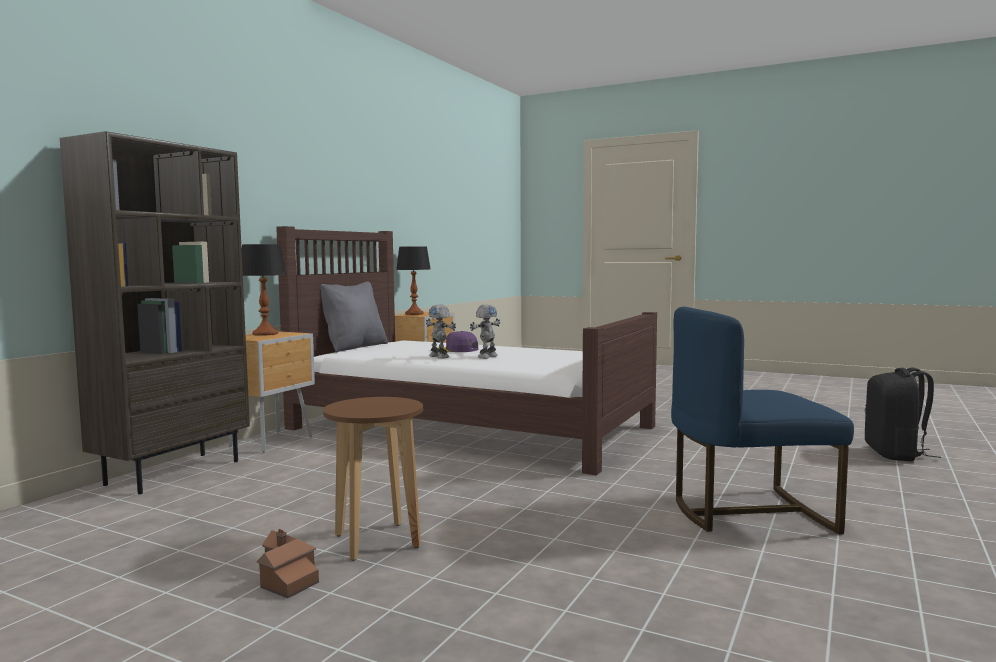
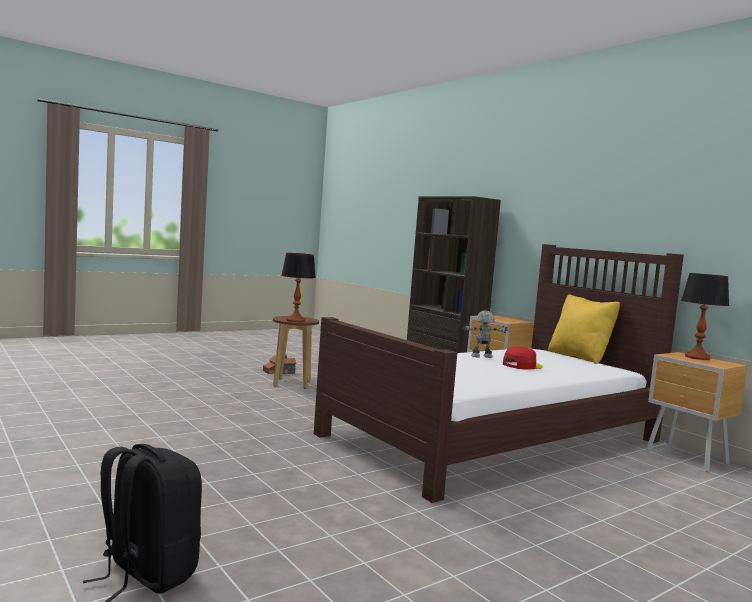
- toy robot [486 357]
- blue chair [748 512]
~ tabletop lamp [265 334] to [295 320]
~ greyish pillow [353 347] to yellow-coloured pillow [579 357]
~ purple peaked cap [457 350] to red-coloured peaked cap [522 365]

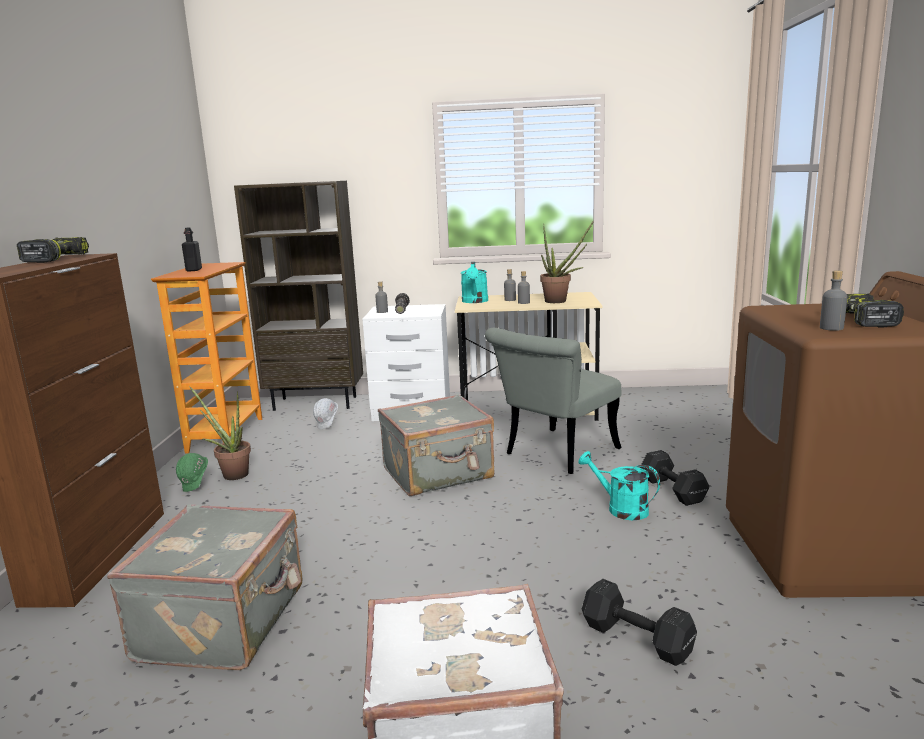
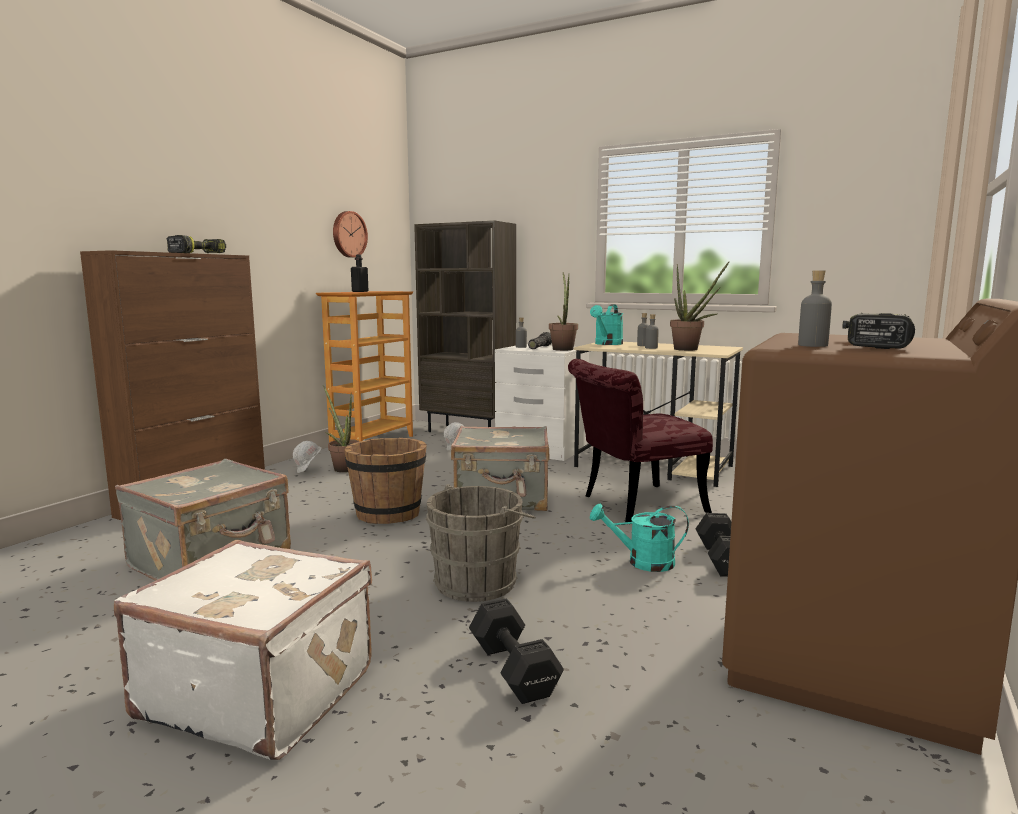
+ clock on the wall [348 234]
+ brown-coloured pail [388 514]
+ greyish pail [480 581]
+ houseplant [563 349]
~ greenish safety helmet [196 486] to white safety helmet [308 471]
~ greyish chair [554 455] to red-coloured chair [632 506]
~ turquoise watering can [620 509] = [642 562] 60 degrees counterclockwise

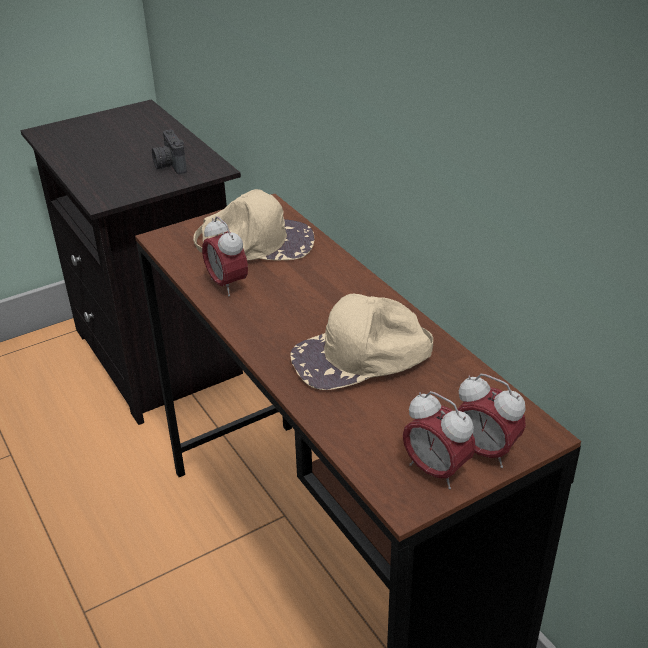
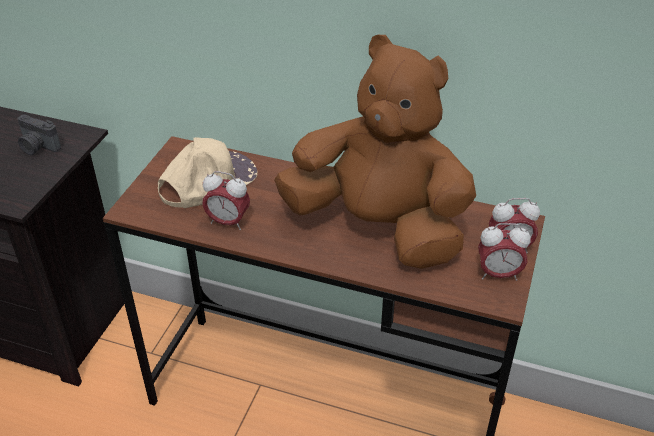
~ sand-coloured peaked cap [362 357] to brown-coloured plush toy [378 227]

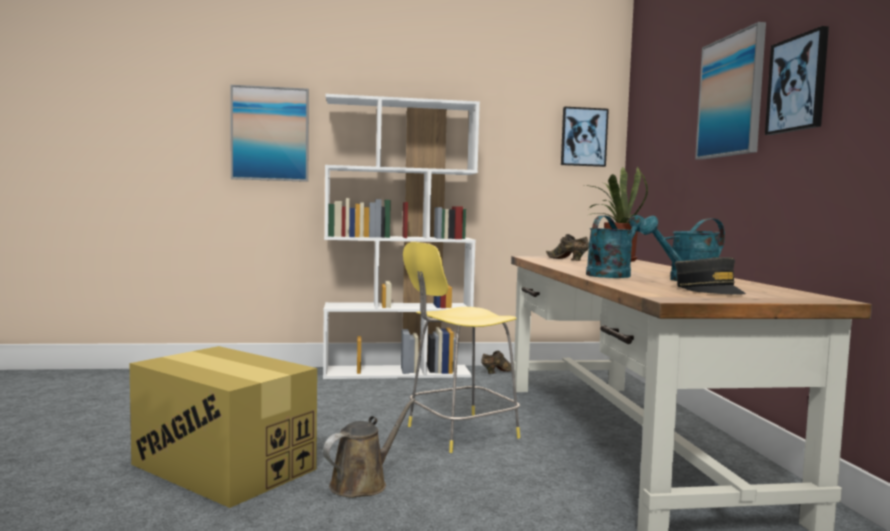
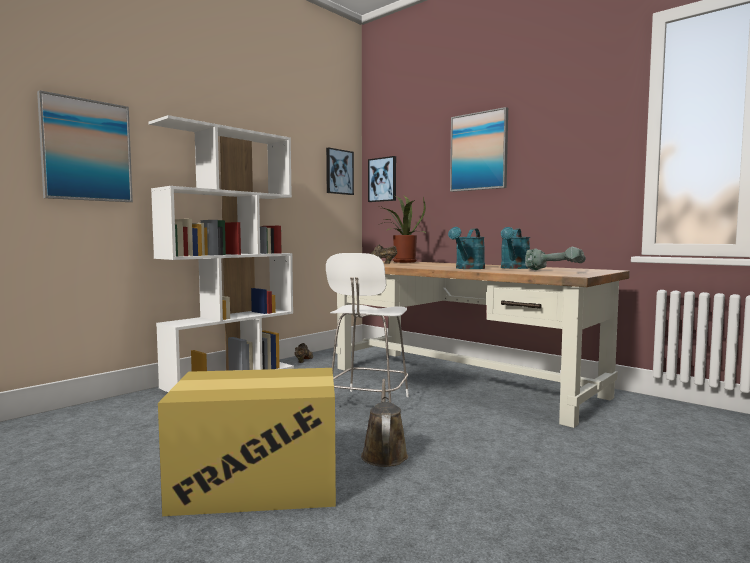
~ wall art [798 84] to [382 179]
~ greyish peaked cap [708 290] to electric drill [555 271]
~ yellow-coloured stool seat [459 432] to white stool seat [368 404]
~ turquoise watering can [612 275] = [468 268] 150 degrees counterclockwise

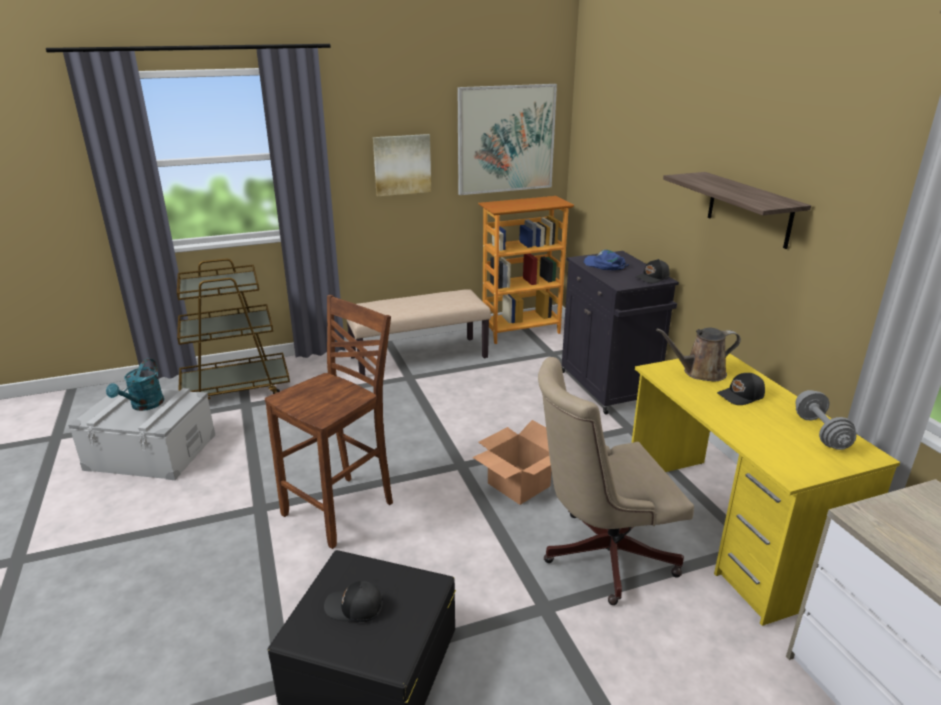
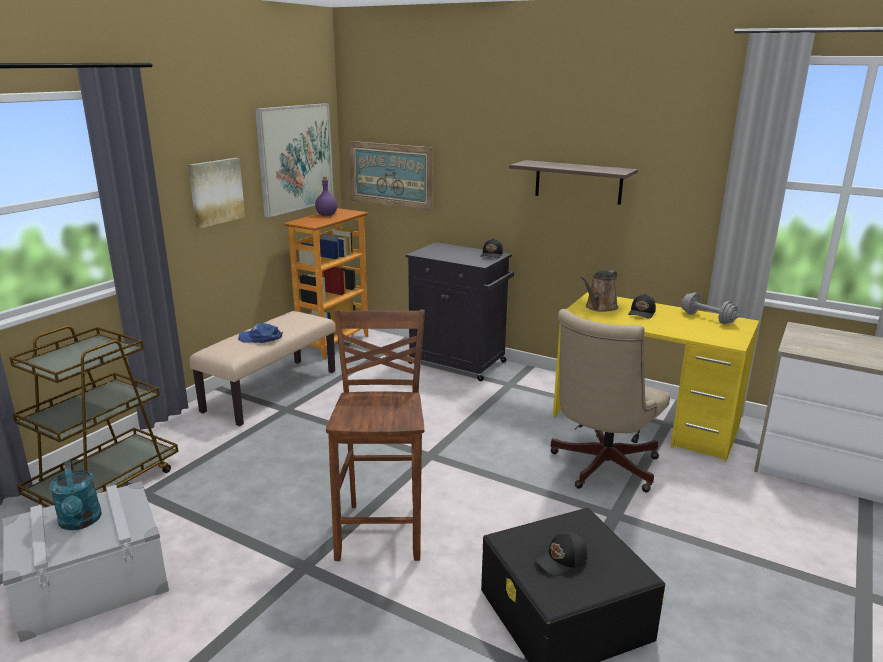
- packing box [519 485]
+ purple drink bottle [327 215]
+ wall art [390 175]
~ blue peaked cap [605 265] to [261 338]

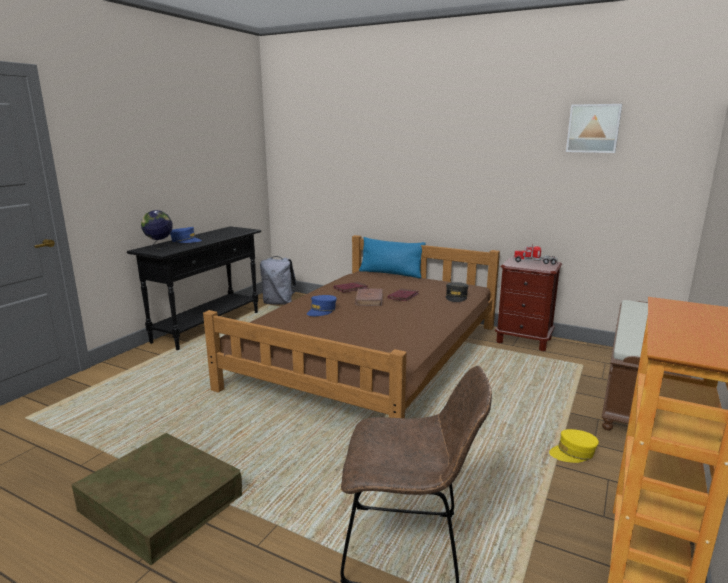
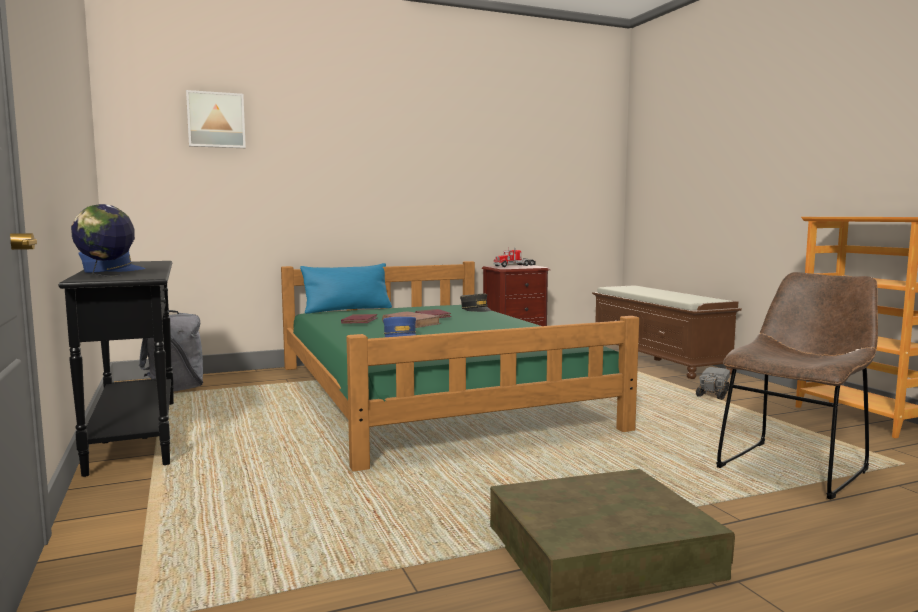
~ wall art [593 128] to [216 120]
~ yellow-coloured peaked cap [572 453] to toy lorry [713 393]
~ brown-coloured sleeping bed [371 355] to greenish sleeping bed [431 394]

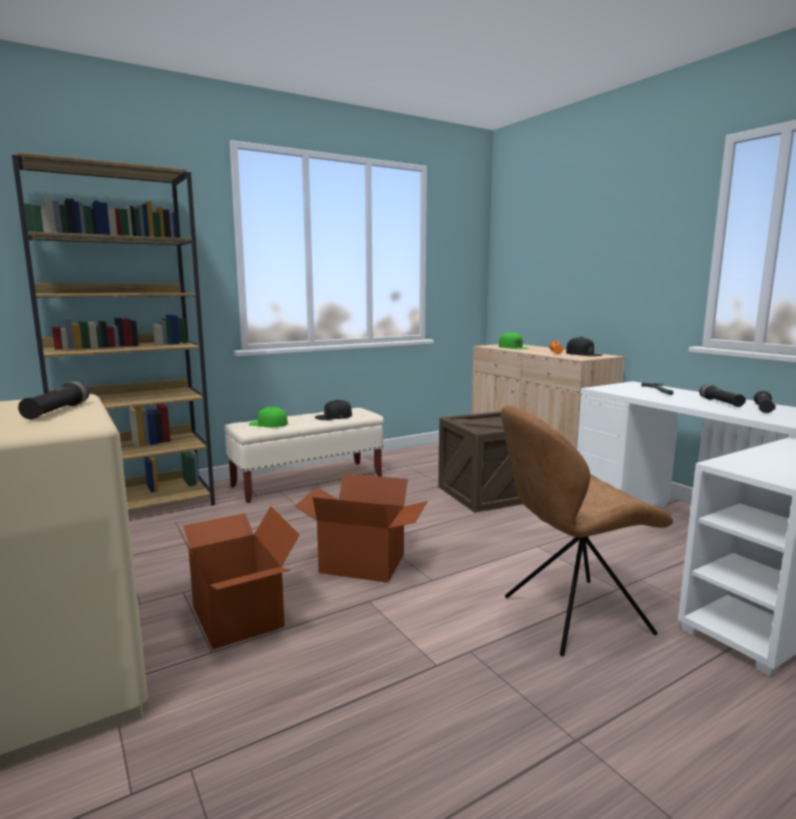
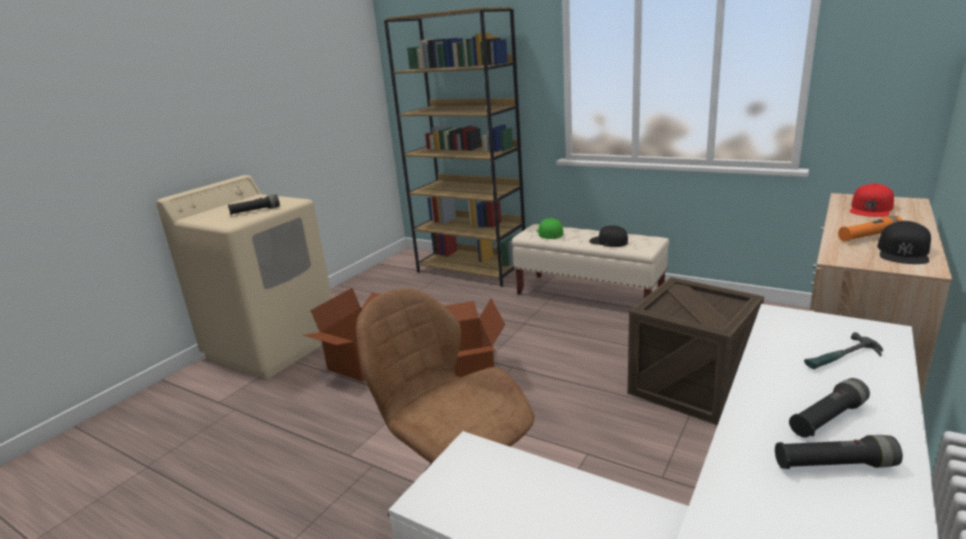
~ greenish peaked cap [513 347] to red-coloured peaked cap [871 208]

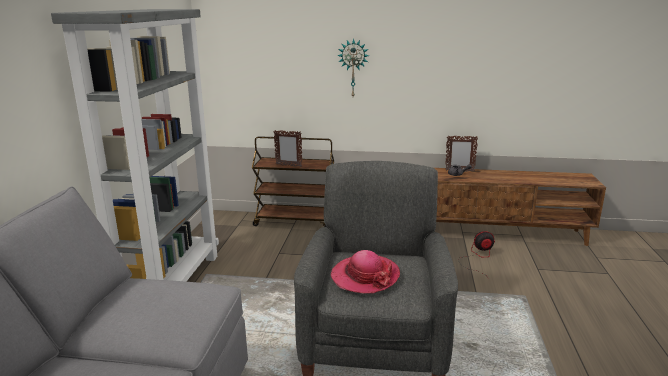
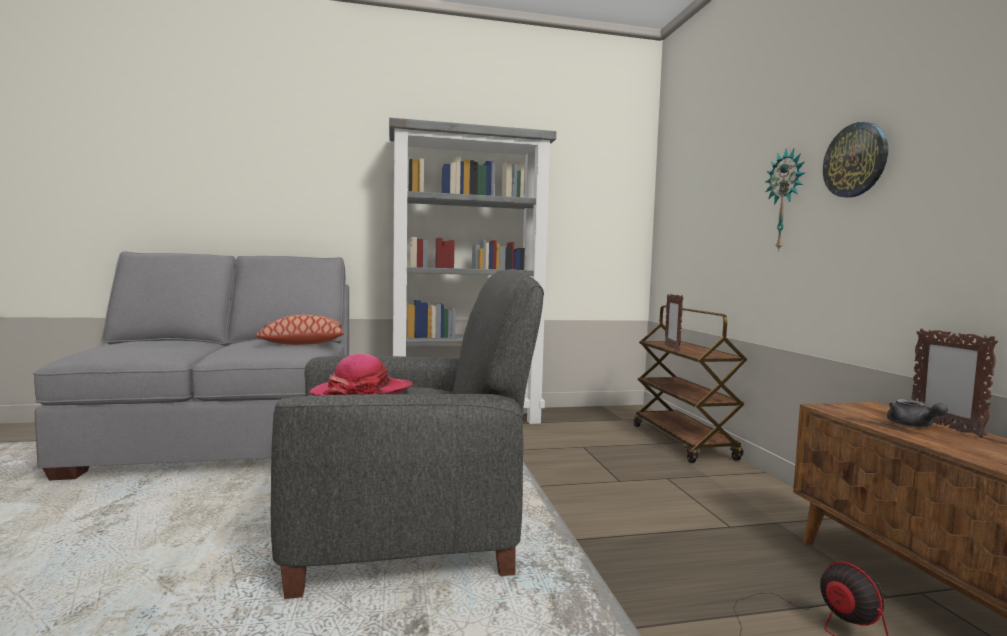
+ pillow [302 342]
+ clock on the wall [855 160]

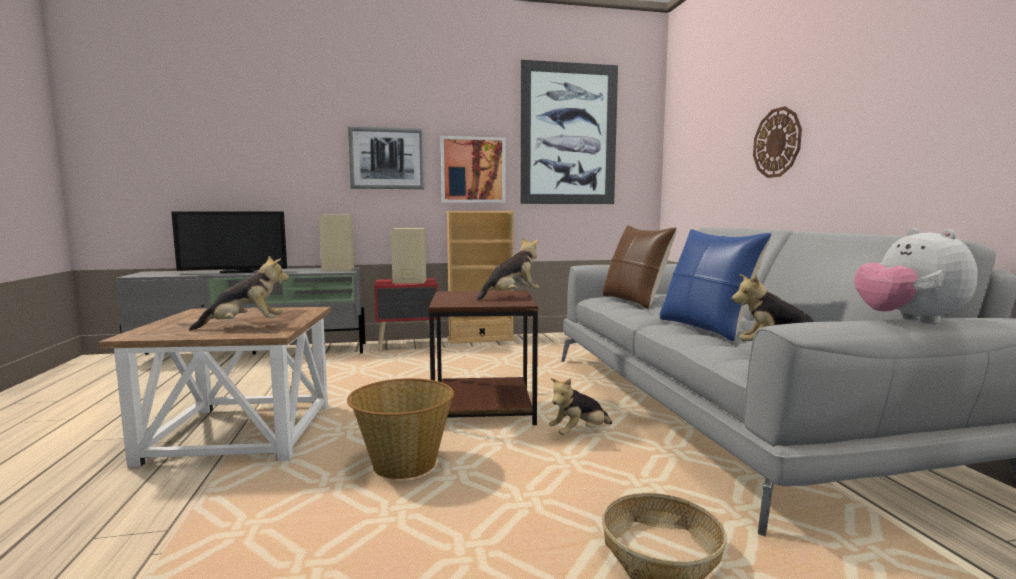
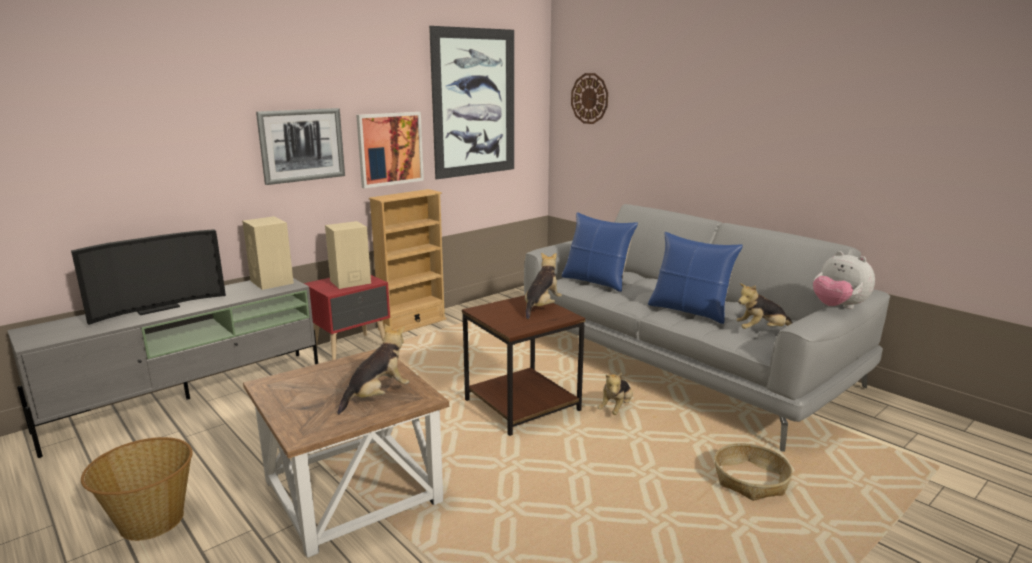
~ household basket [403 464] to [150 521]
~ clock on the wall [777 143] to [589 98]
~ brown-coloured pillow [634 301] to blue pillow [596 282]

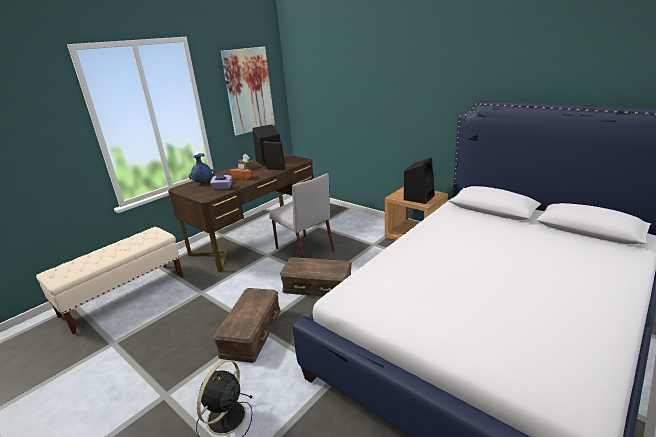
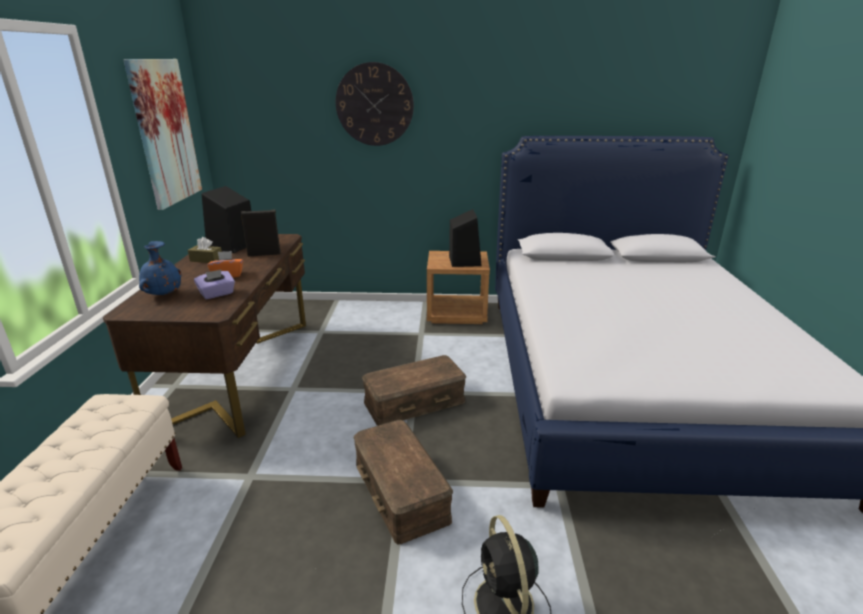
- greyish chair [304 250]
+ clock on the wall [374 105]

